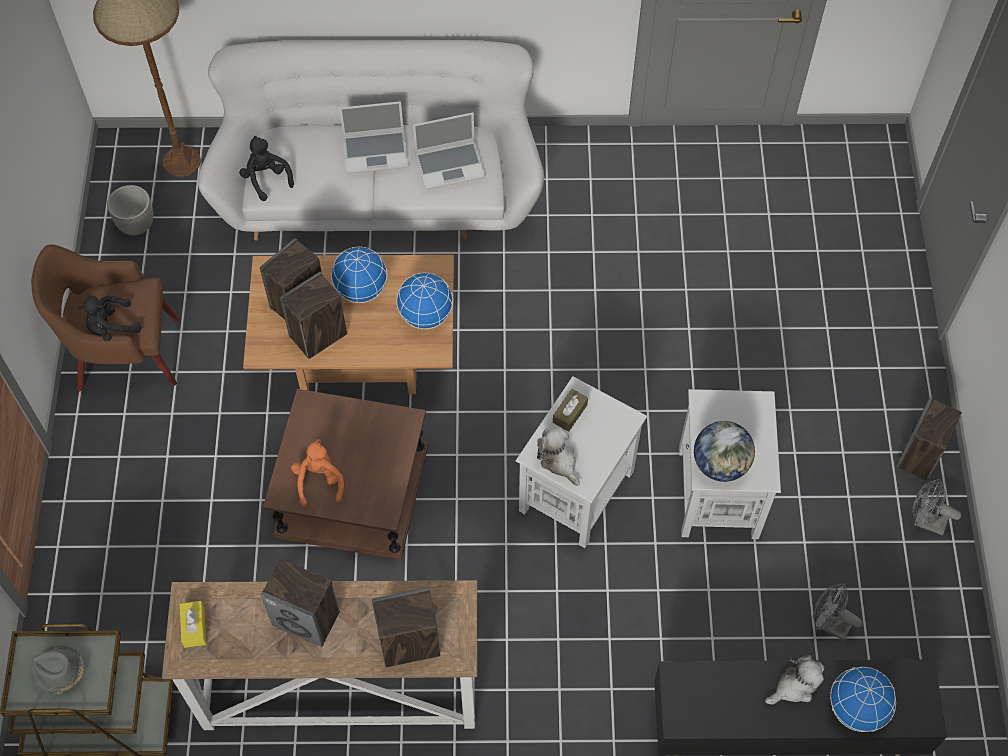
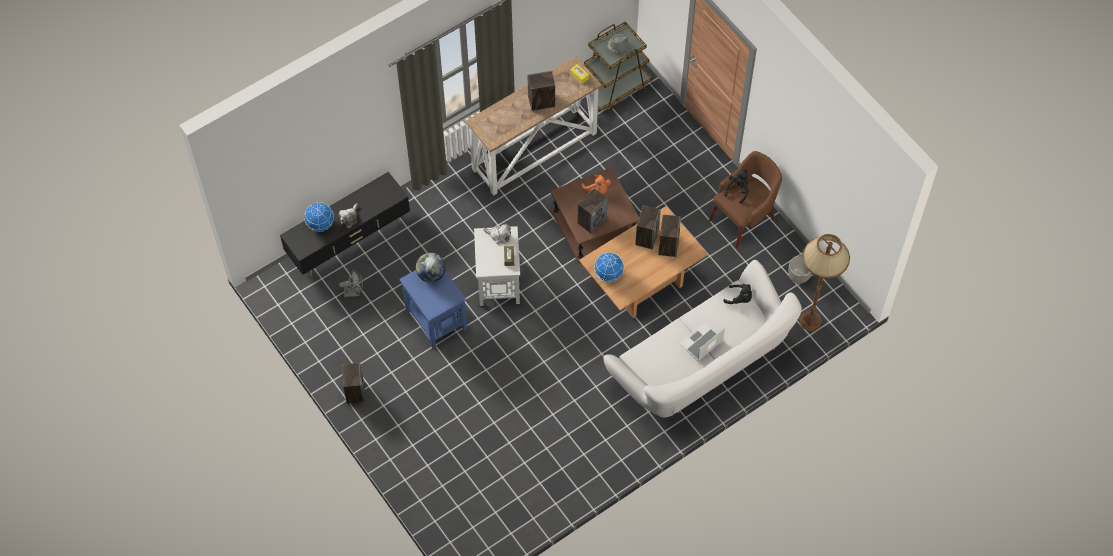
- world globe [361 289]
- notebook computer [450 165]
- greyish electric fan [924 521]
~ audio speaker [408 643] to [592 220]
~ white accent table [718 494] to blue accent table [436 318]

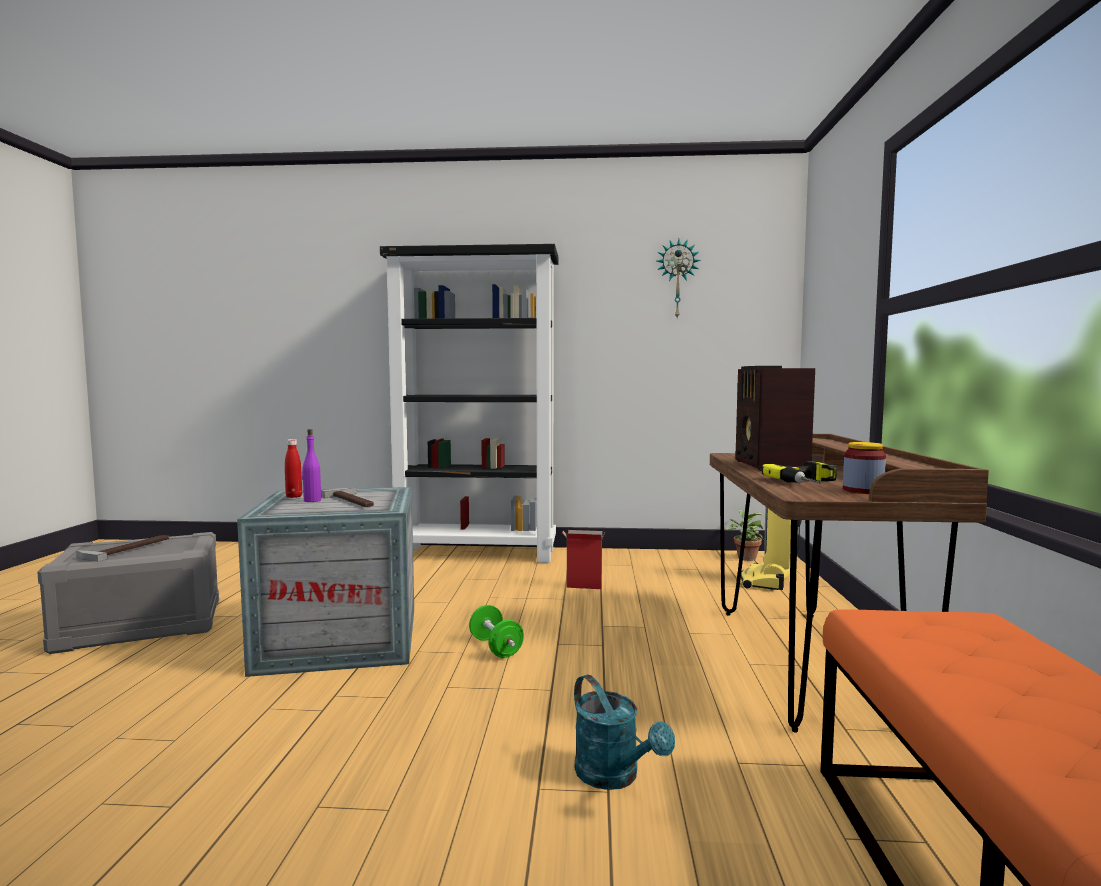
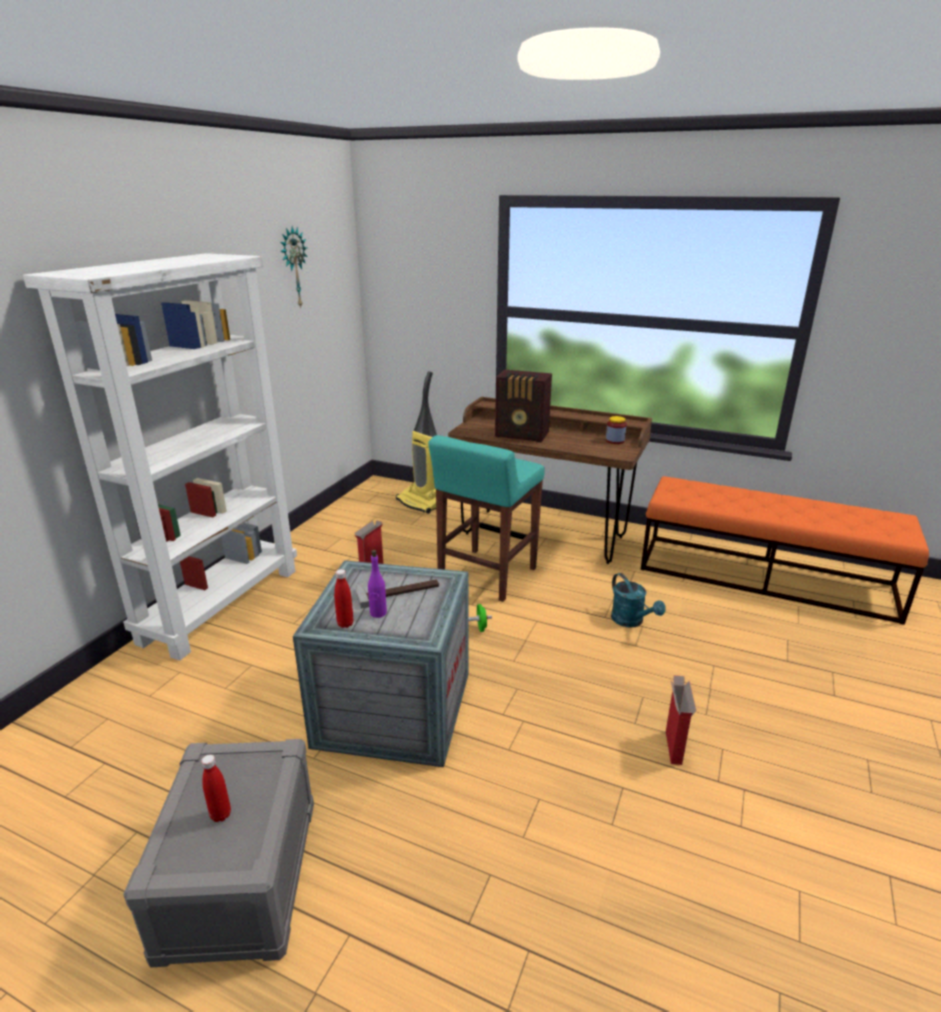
- houseplant [745 557]
- electric drill [811 483]
+ turquoise stool seat [486 575]
+ packing box [673 747]
~ tool hammer [126 549] to red-coloured drink bottle [221 815]
~ blackish shelving unit [477 554] to white shelving unit [221 604]
~ turquoise watering can [614 776] = [631 621] 75 degrees clockwise

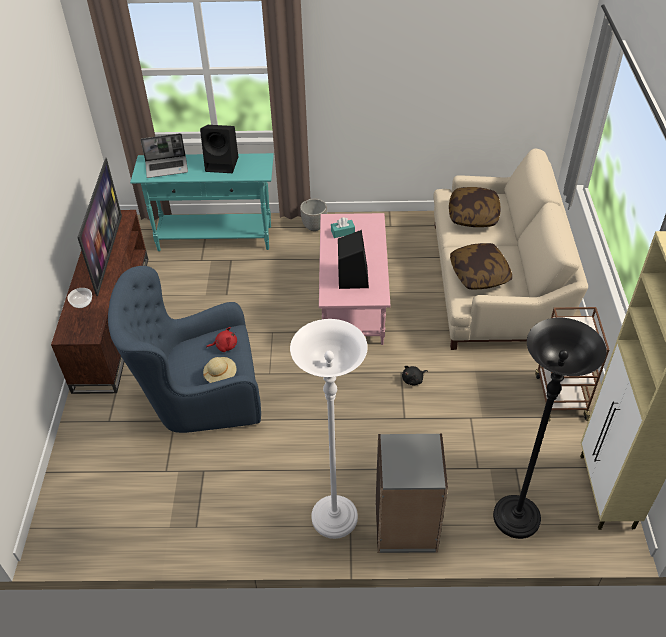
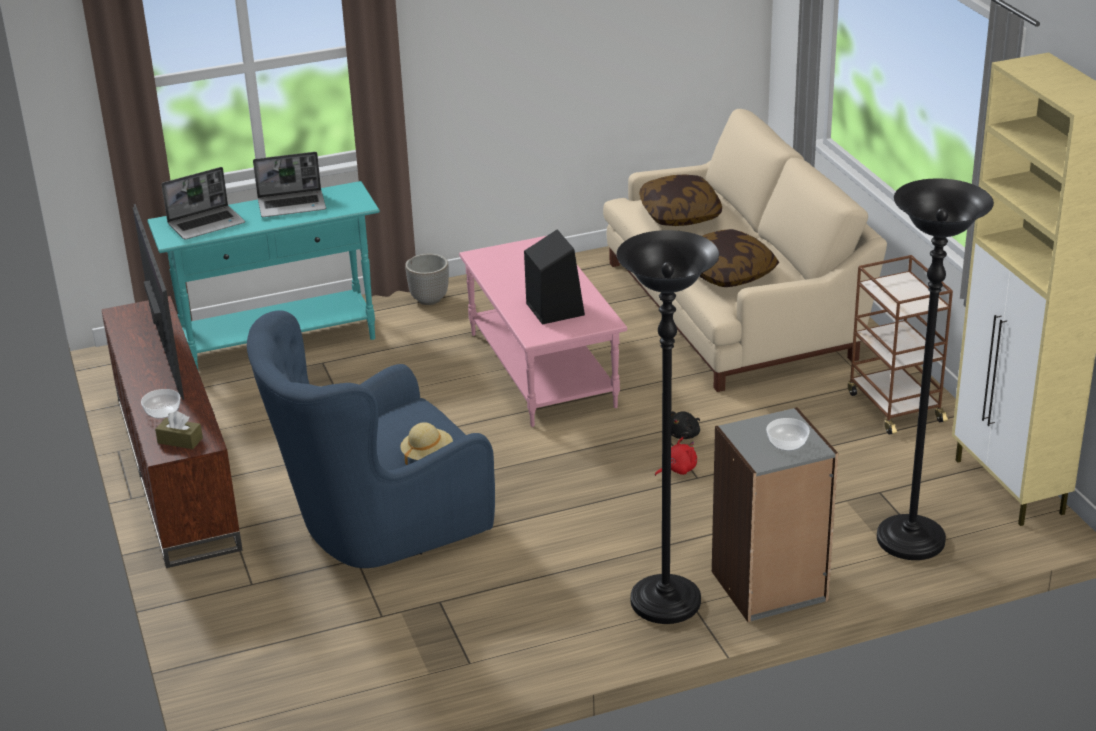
- turquoise tissue holder [343 232]
+ brown-coloured tissue holder [180 440]
+ serving bowl [787 443]
~ red-coloured plush toy [225 346] to [677 469]
~ blackish audio speaker [223 164] to notebook computer [292 205]
~ white standard lamp [334 518] to blackish standard lamp [665 603]

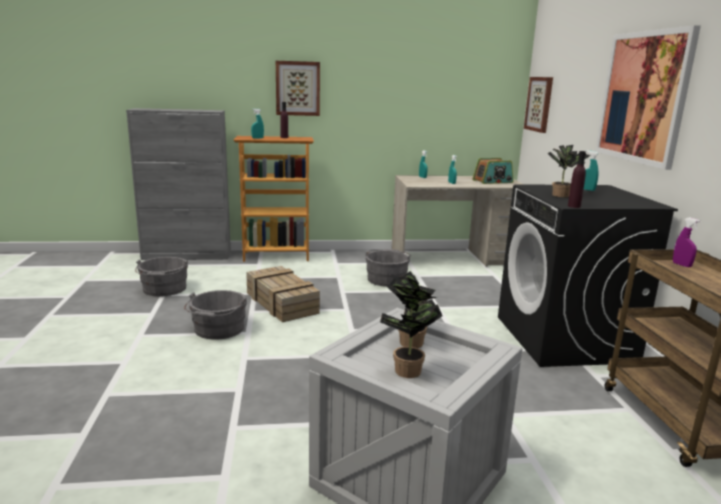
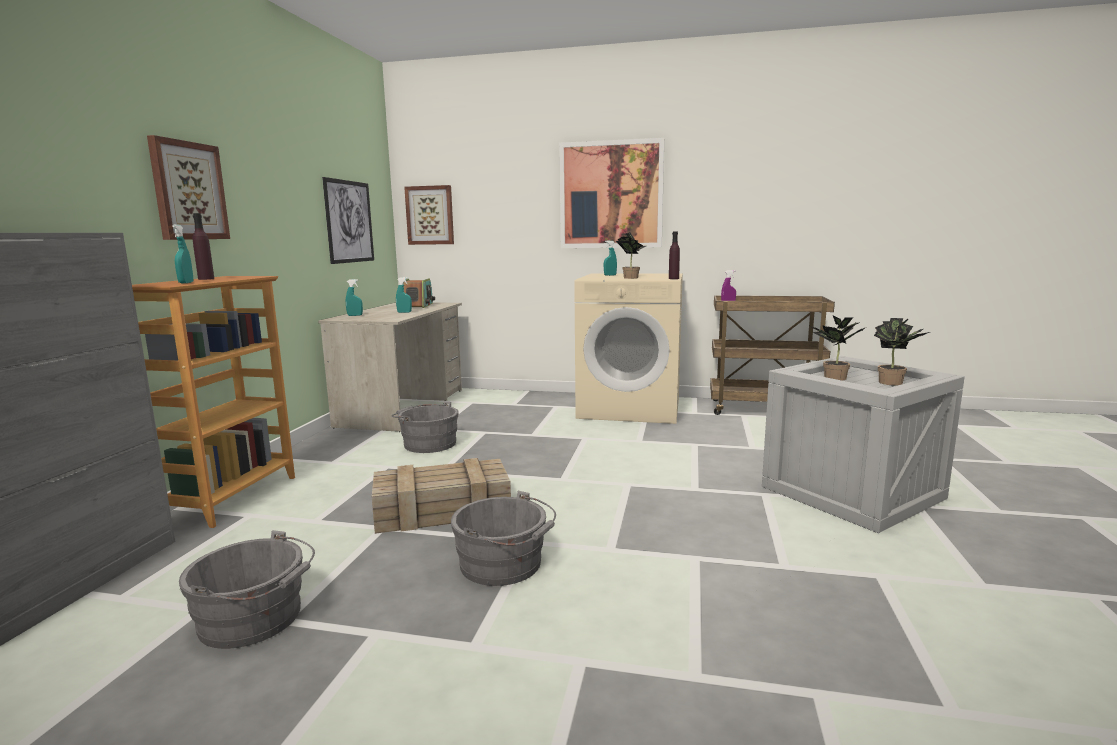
+ wall art [349 221]
~ blackish laundry machine [565 339] to sand-coloured laundry machine [630 408]

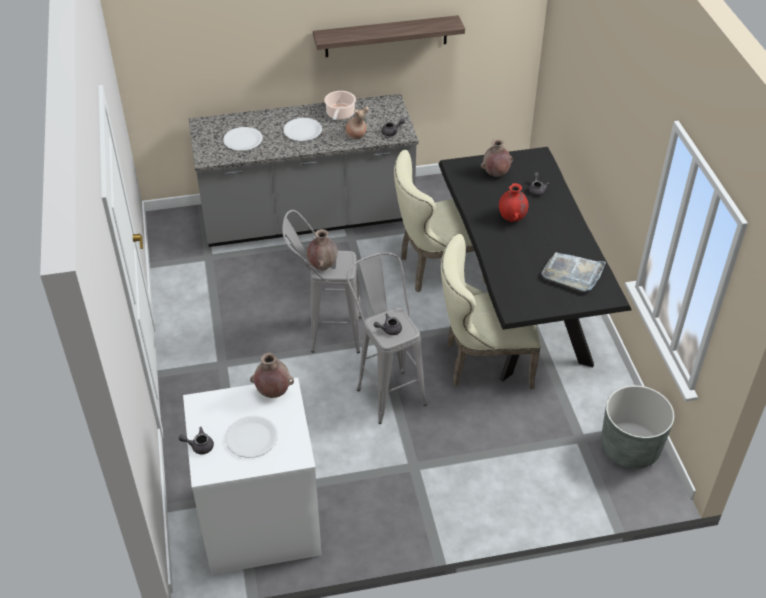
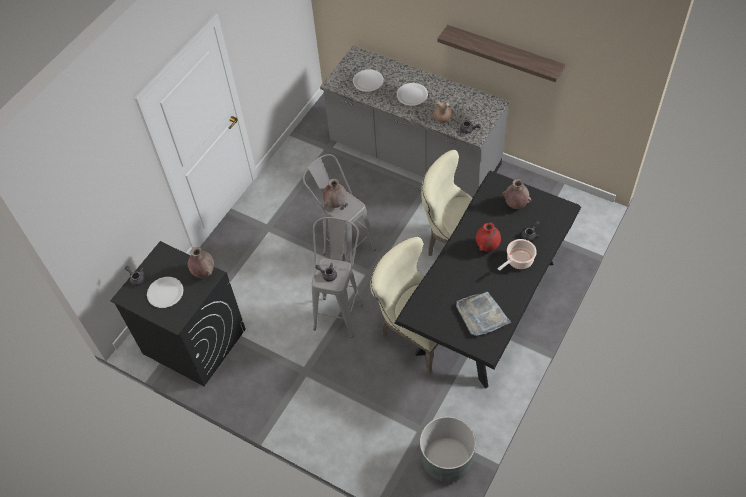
~ saucepot [340 115] to [518 261]
~ white laundry machine [259 521] to blackish laundry machine [193 341]

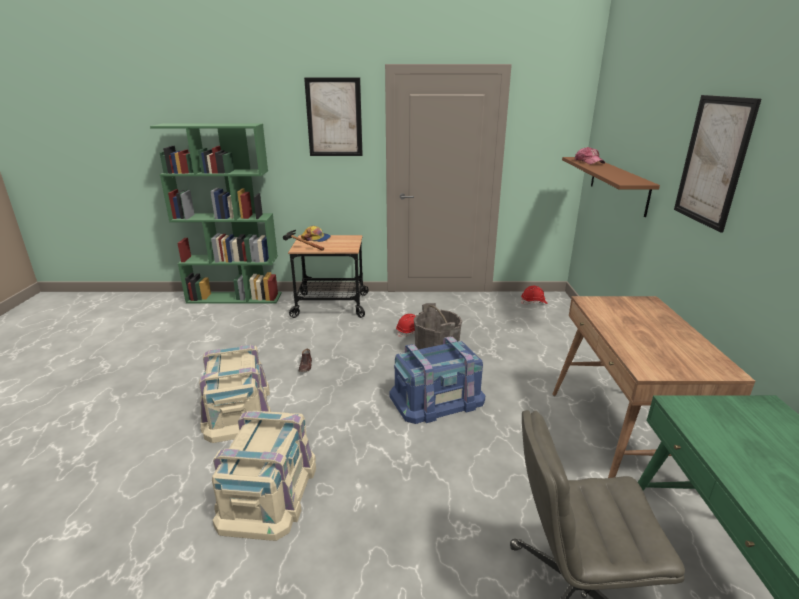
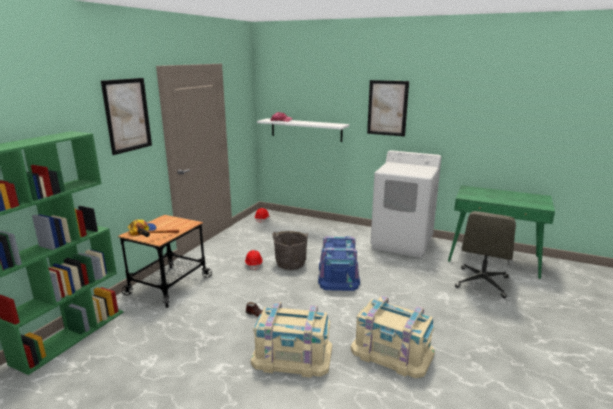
~ brown-coloured desk table [622 441] to white laundry machine [402 243]
~ brown-coloured shelf [618 184] to white shelf [306 129]

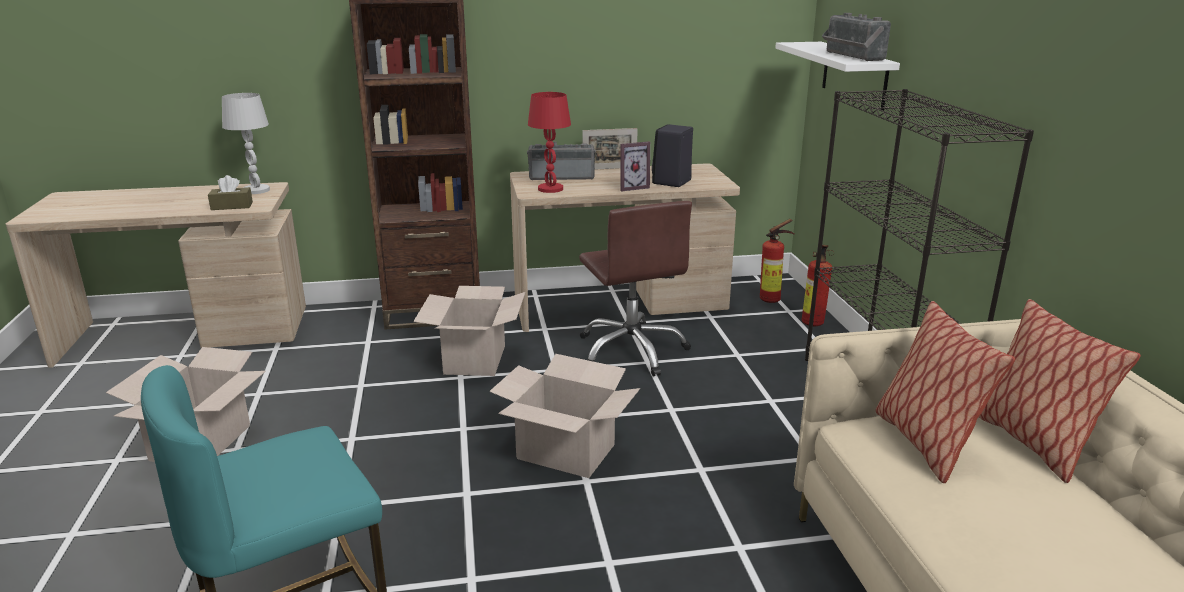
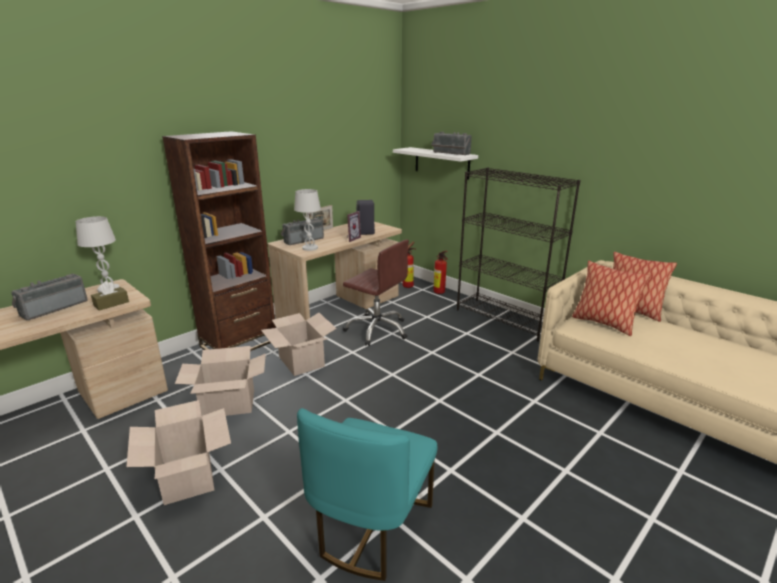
+ radio [53 308]
~ packing box [566 451] to [228 403]
~ red-coloured tabletop lamp [550 189] to white tabletop lamp [310 248]

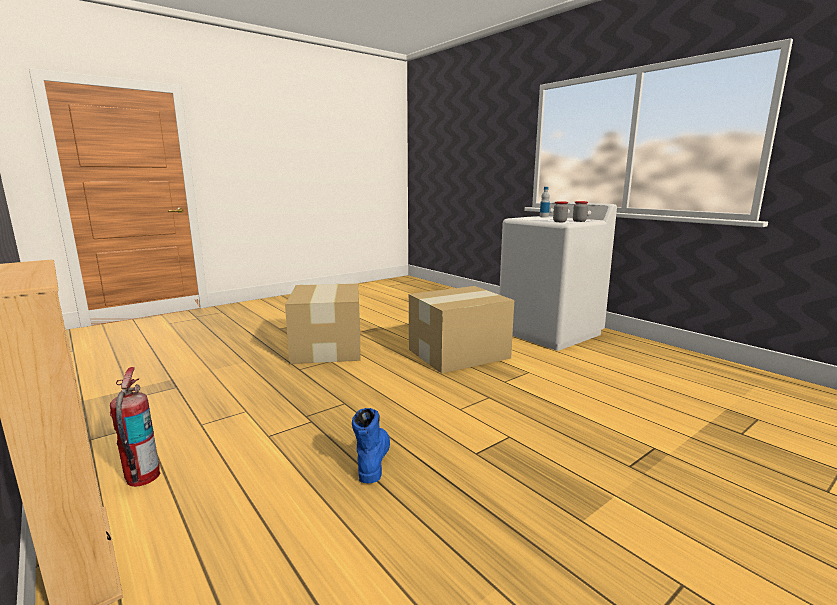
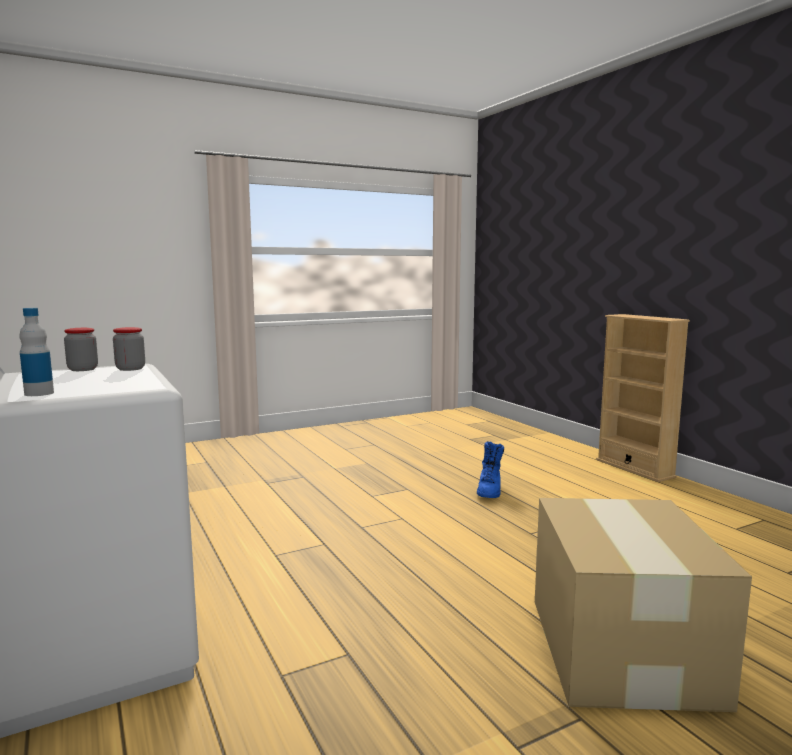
- extinguisher [142 477]
- packing box [460 353]

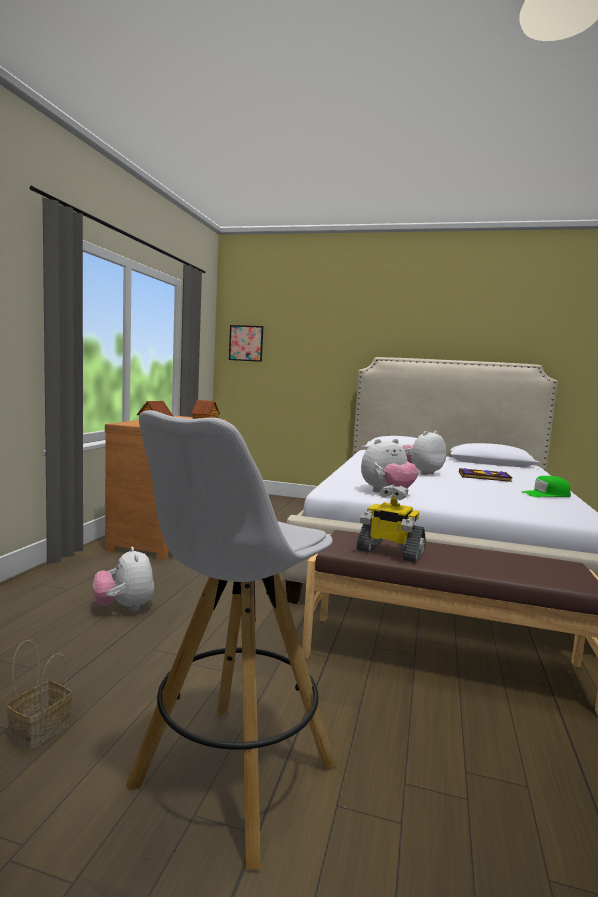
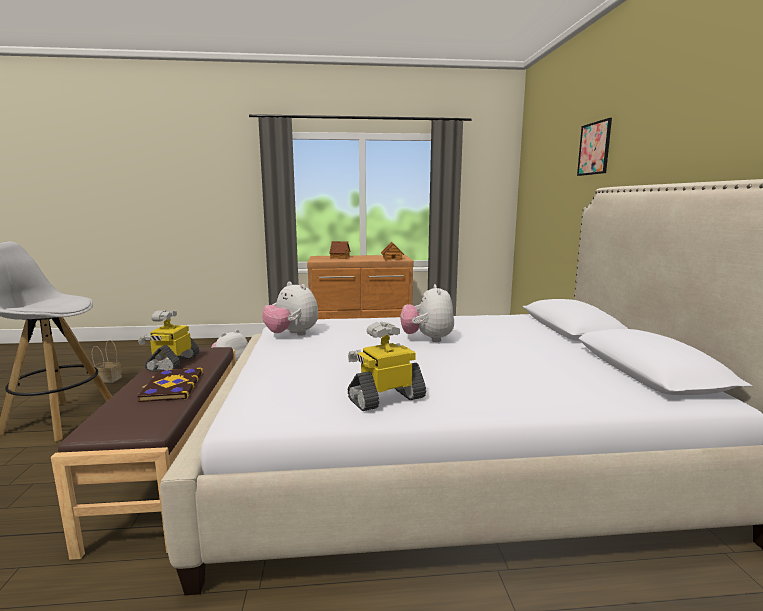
~ wall art [246 343] to [594 148]
~ volume [484 477] to [171 386]
~ greenish peaked cap [546 495] to toy robot [386 398]
~ plush toy [421 473] = [427 339] 120 degrees counterclockwise

